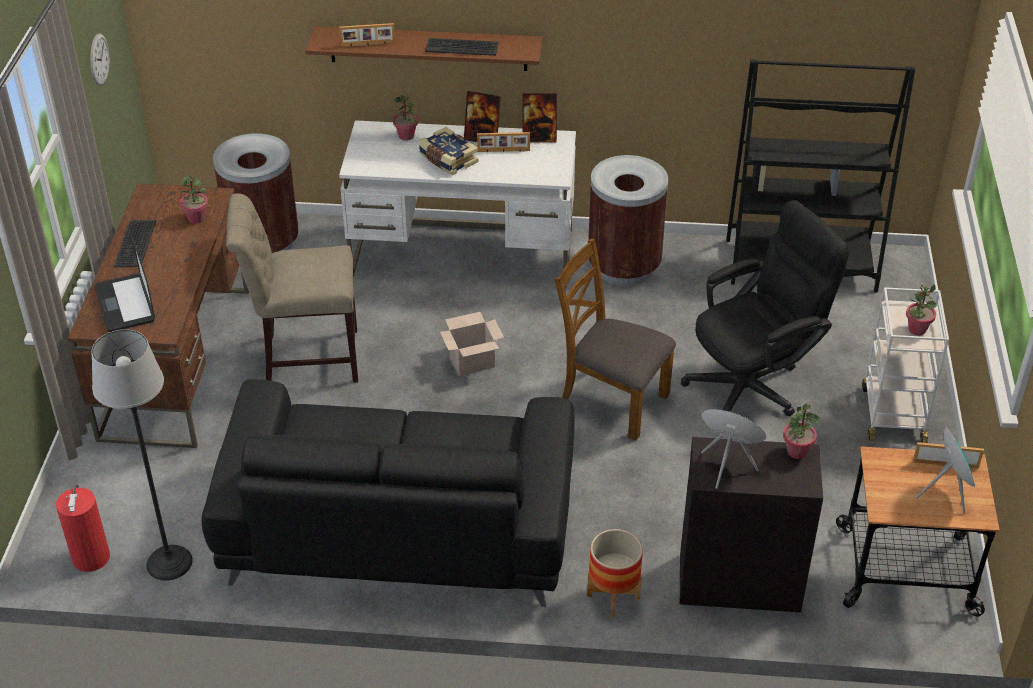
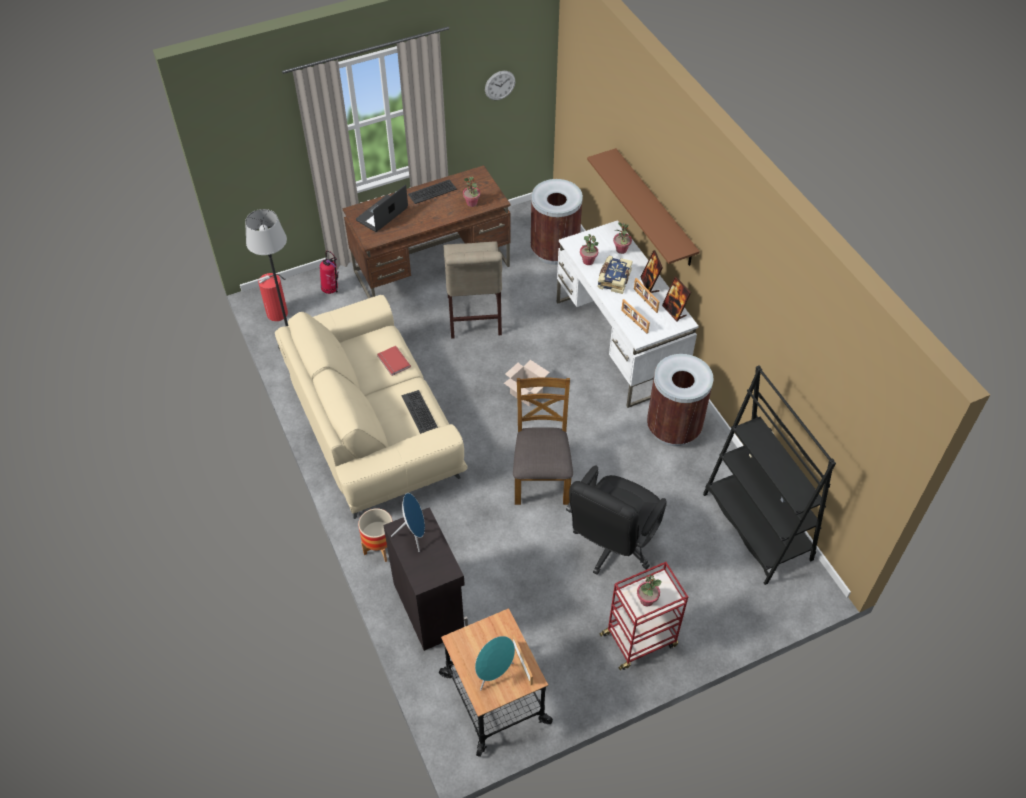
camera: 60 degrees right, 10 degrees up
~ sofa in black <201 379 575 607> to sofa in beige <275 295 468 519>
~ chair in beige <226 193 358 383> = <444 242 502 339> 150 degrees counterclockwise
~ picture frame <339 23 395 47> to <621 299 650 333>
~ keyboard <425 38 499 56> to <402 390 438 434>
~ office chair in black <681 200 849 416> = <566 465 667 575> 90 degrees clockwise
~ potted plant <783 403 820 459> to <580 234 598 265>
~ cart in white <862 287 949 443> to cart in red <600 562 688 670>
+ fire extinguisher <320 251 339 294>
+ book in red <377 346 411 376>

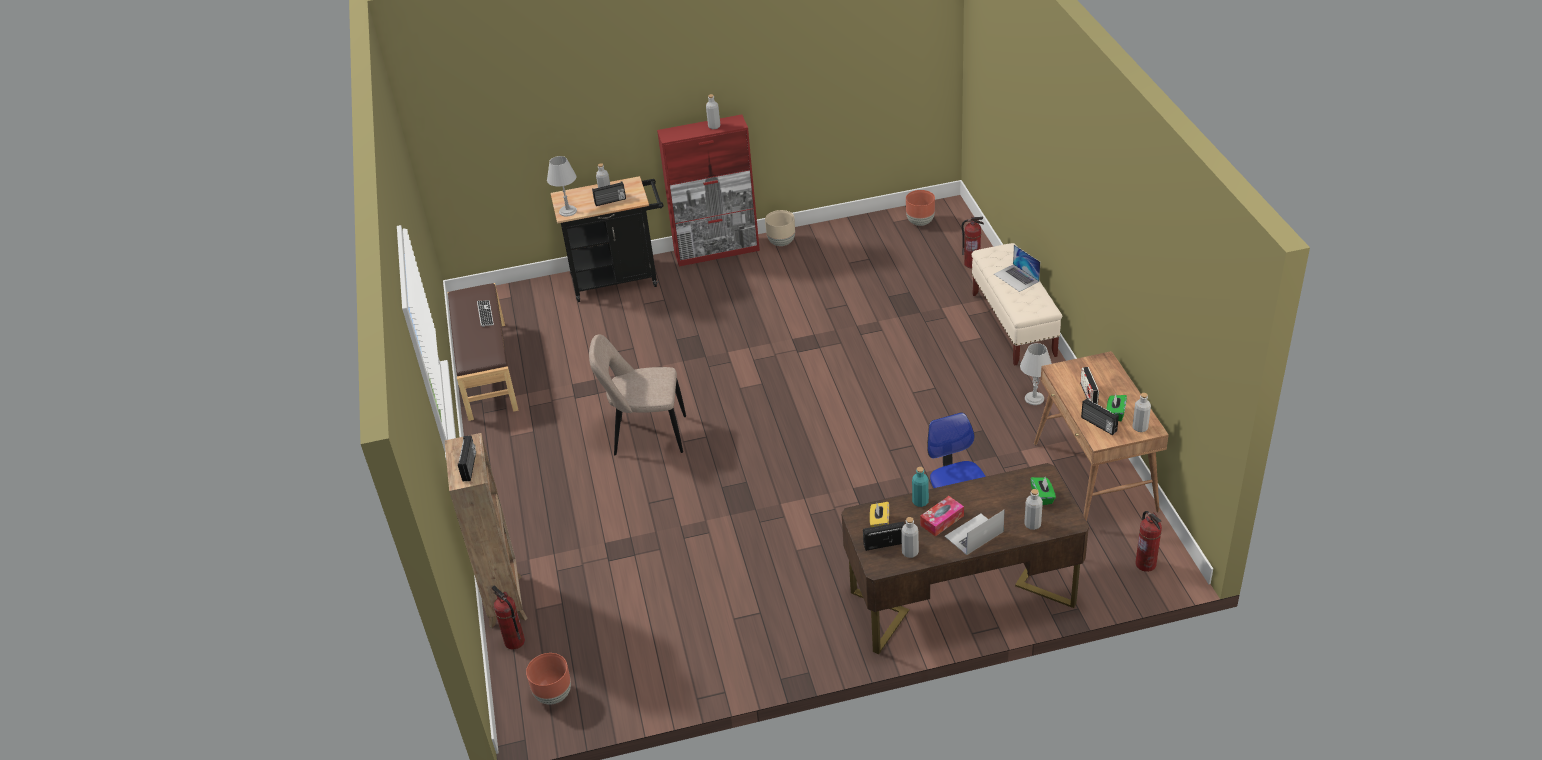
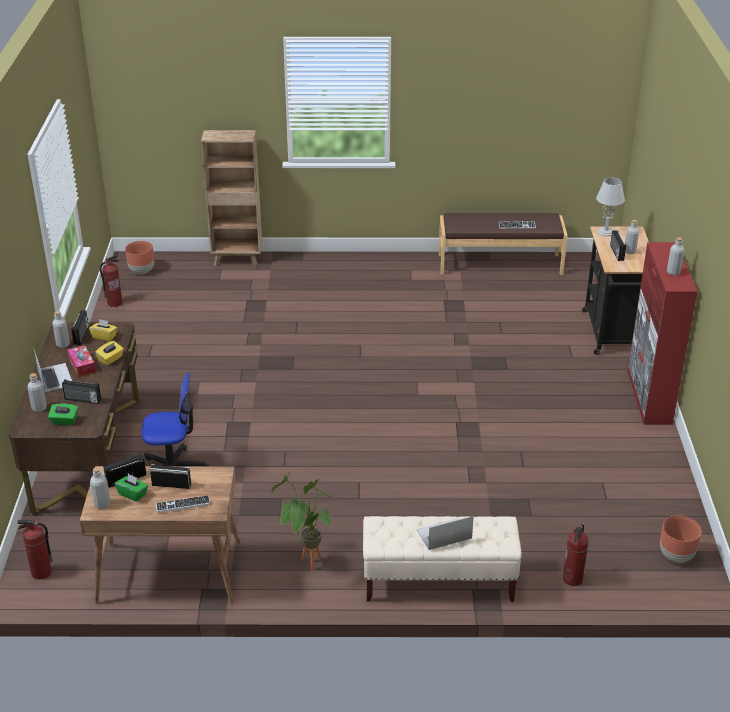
camera: 100 degrees right, 5 degrees down
~ radio <458 435 476 481> to <62 379 101 404>
~ fire extinguisher <492 586 525 649> to <100 255 122 307>
- chair in beige <589 334 686 455>
- planter in beige <765 210 795 246>
~ bottle in turquoise <912 467 929 507> to tissue box in yellow <95 341 124 365>
~ table lamp in grey <1020 343 1052 405> to potted plant <271 472 332 571>
+ keyboard <156 495 211 513>

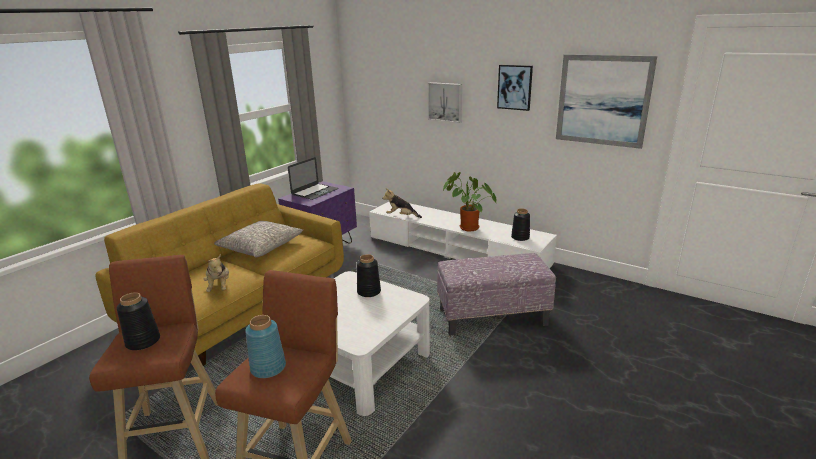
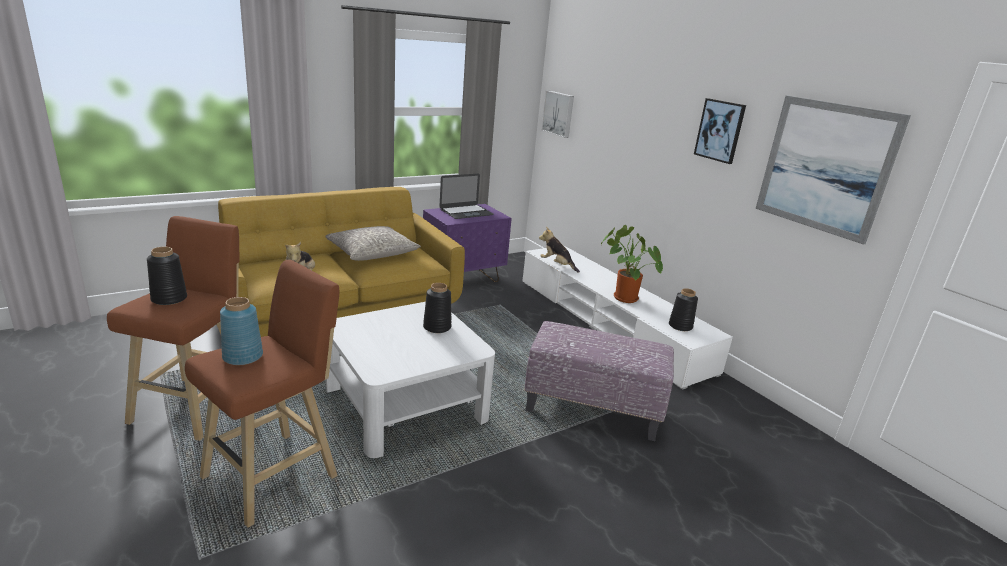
camera: 20 degrees right, 0 degrees up
~ picture <428 82 462 123> to <541 90 574 138>

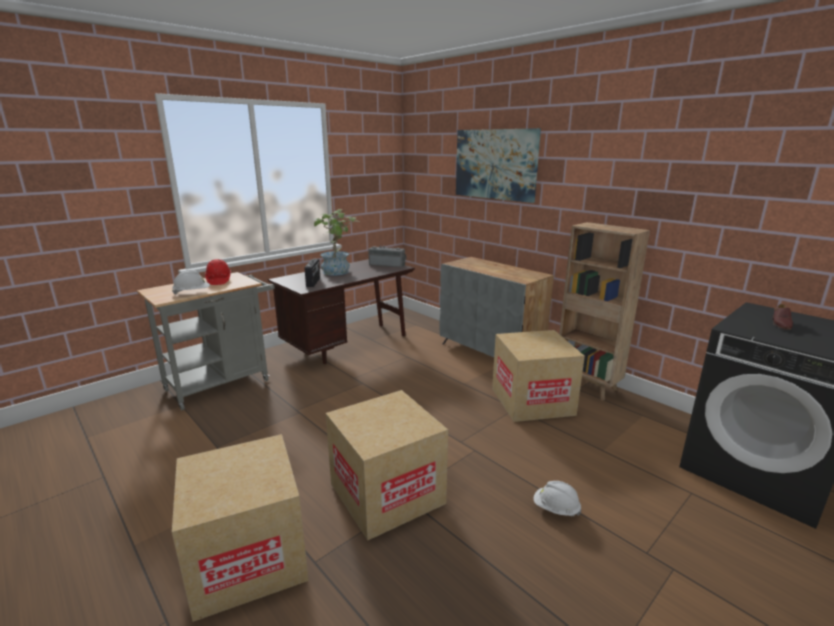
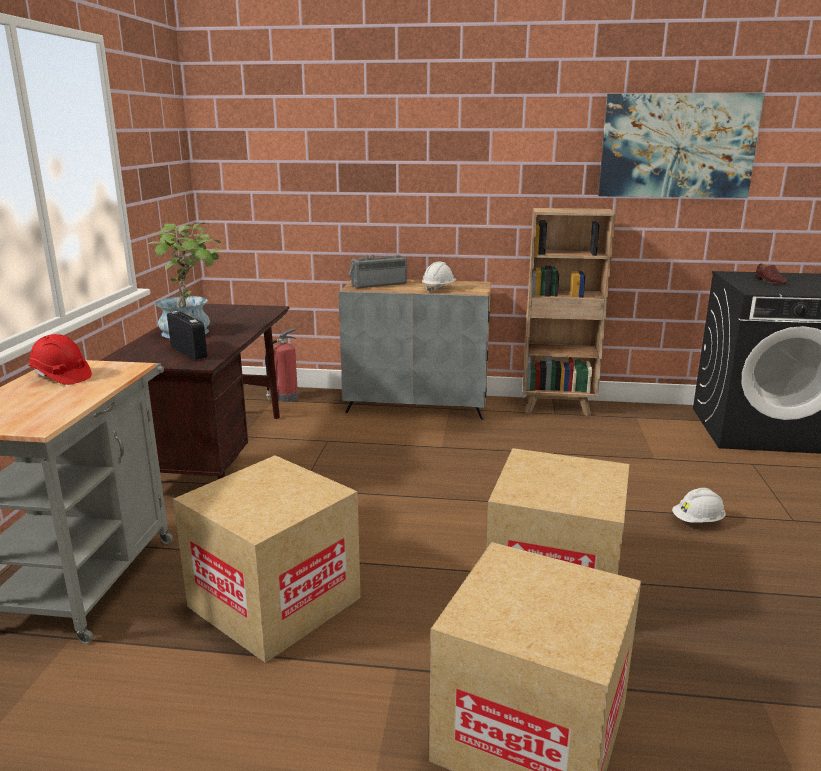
camera: 40 degrees left, 0 degrees up
~ hard hat in white <172 270 210 295> to <422 262 457 292>
~ radio <368 246 407 268> to <349 255 407 289>
~ picture <456 128 541 203> to <598 93 765 198>
~ cardboard box <492 330 585 422> to <173 455 361 663>
+ fire extinguisher <265 328 298 402>

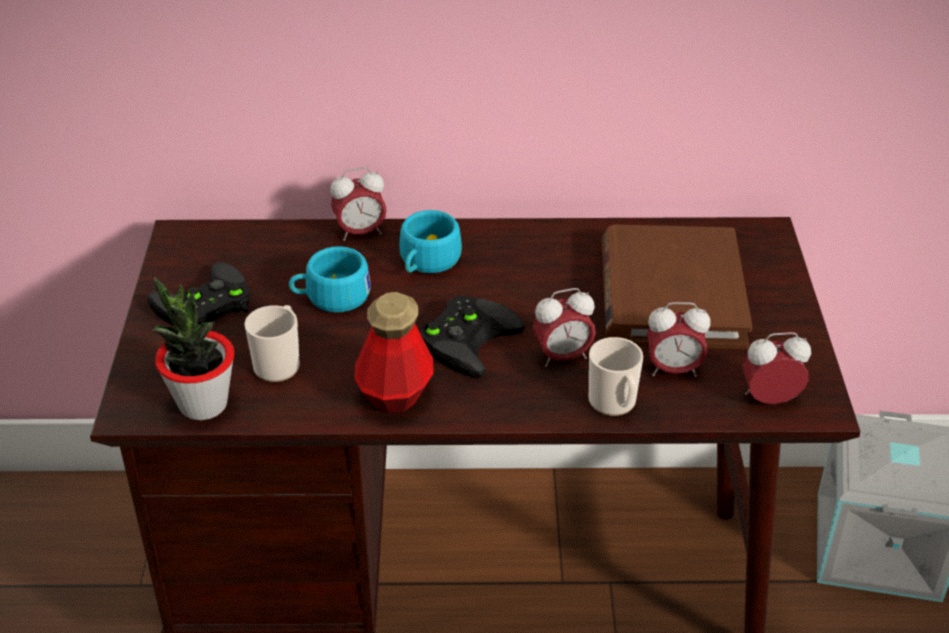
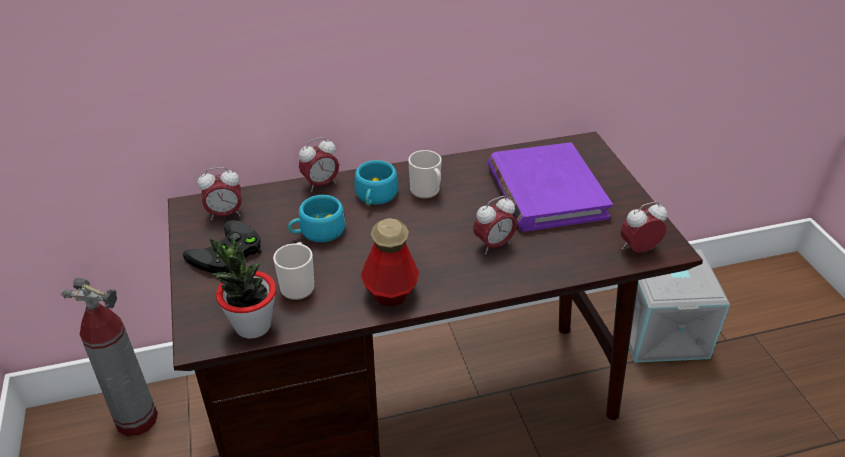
camera: 15 degrees left, 0 degrees up
- game controller in black <420 296 525 378>
~ mug <589 337 643 416> to <408 150 442 199>
~ book in brown <601 224 752 349> to book in purple <488 142 613 232>
~ alarm clock <647 302 711 377> to <198 167 242 220>
+ fire extinguisher <61 278 158 436>

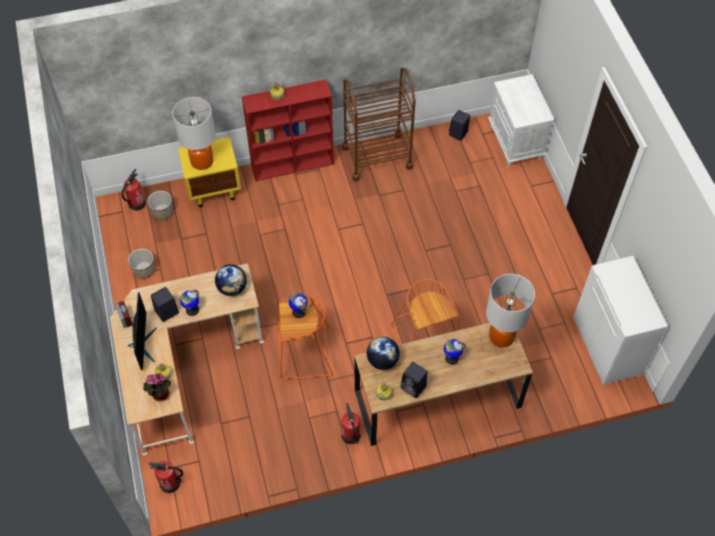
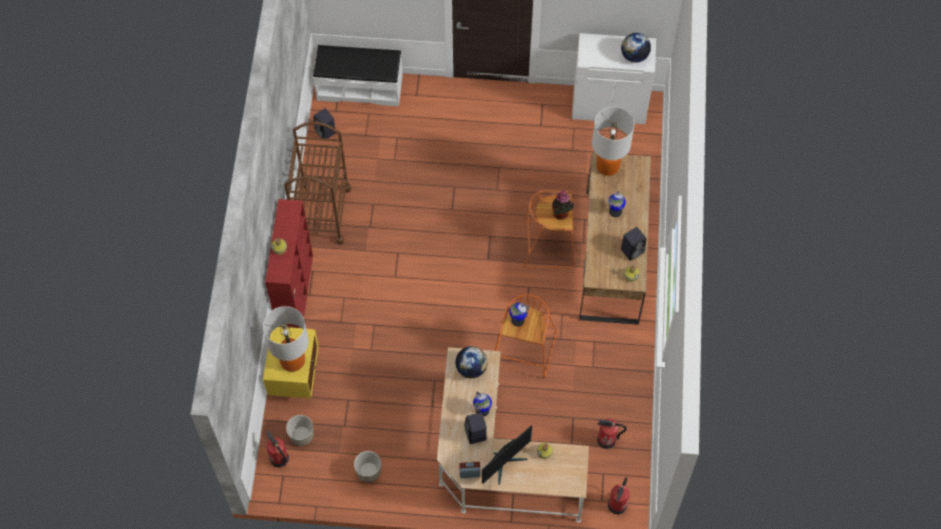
camera: 70 degrees left, 5 degrees up
~ monitor <128 292 157 370> = <482 425 532 485> 120 degrees clockwise
~ potted plant <143 373 171 402> to <552 191 574 220>
~ fire extinguisher <341 403 360 444> to <597 418 627 449>
~ globe <367 337 400 370> to <621 33 651 63>
~ nightstand in white <488 74 554 167> to bench in white <313 45 403 107>

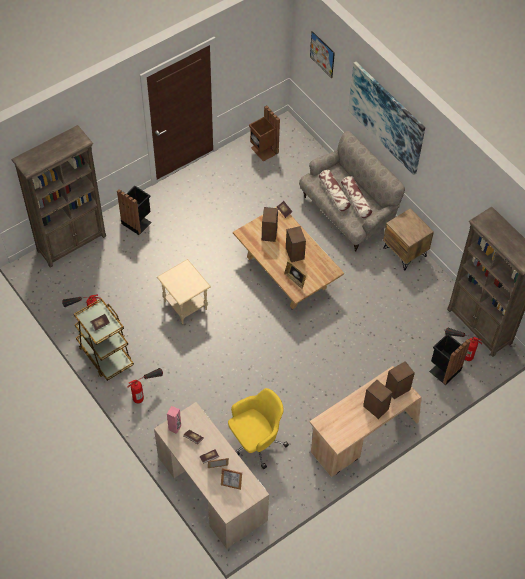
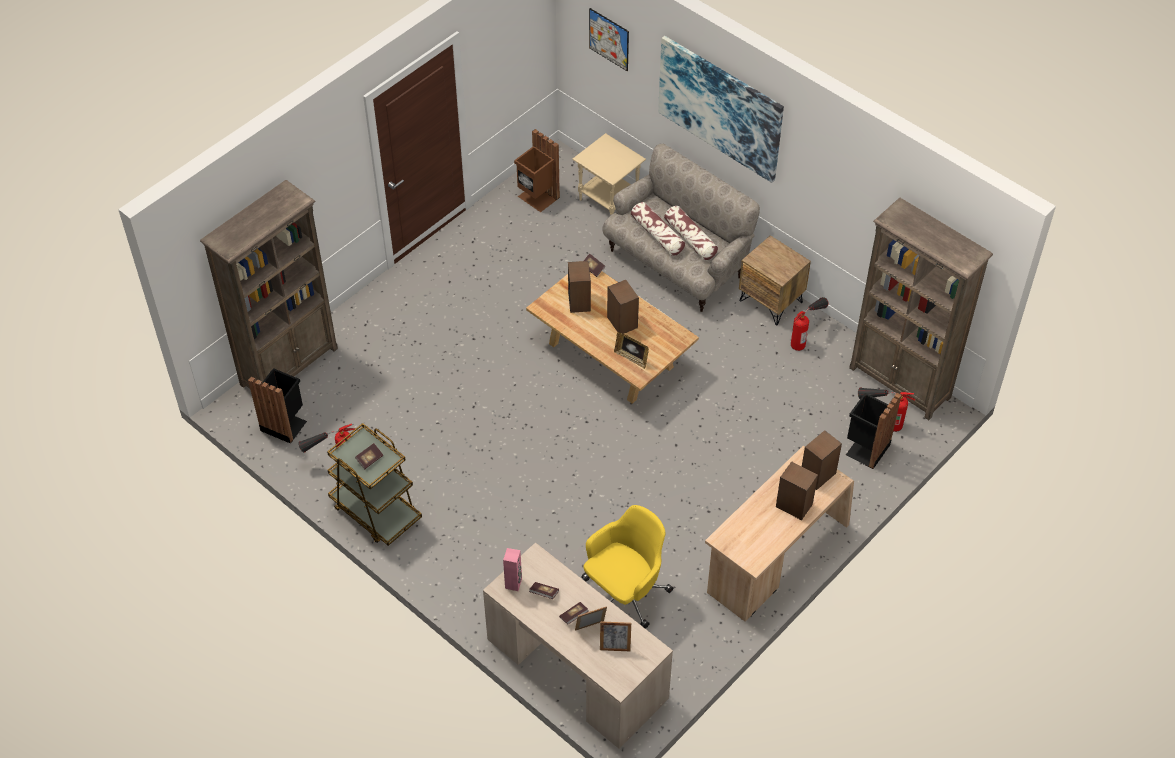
camera: 10 degrees left, 5 degrees down
~ trash can in black <117 186 152 235> to <248 368 307 444>
~ fire extinguisher <127 368 163 403> to <791 297 829 351>
~ side table in beige <157 259 211 324> to <572 133 646 216>

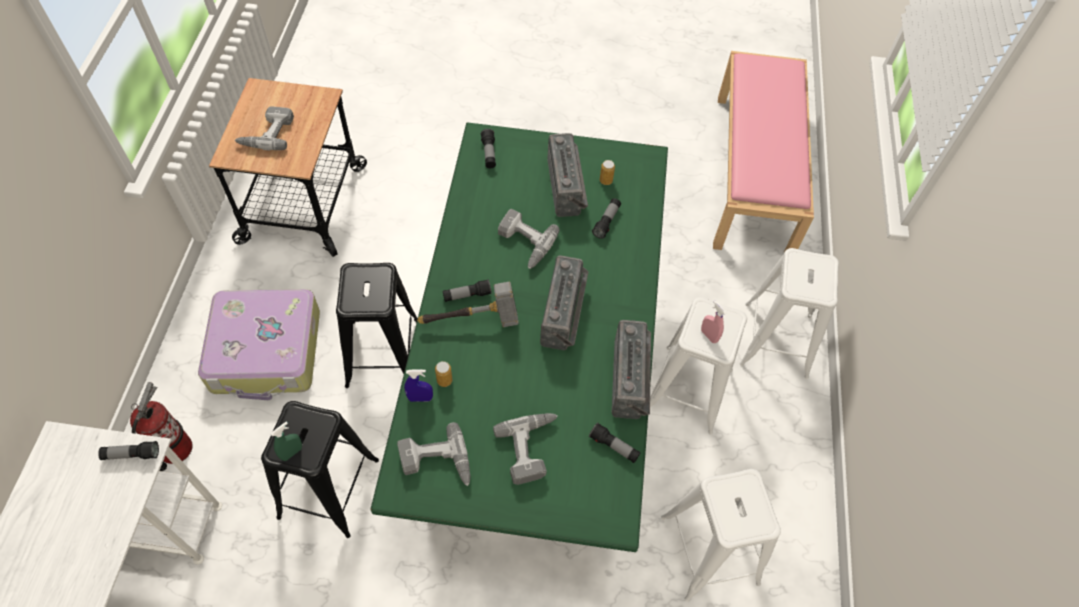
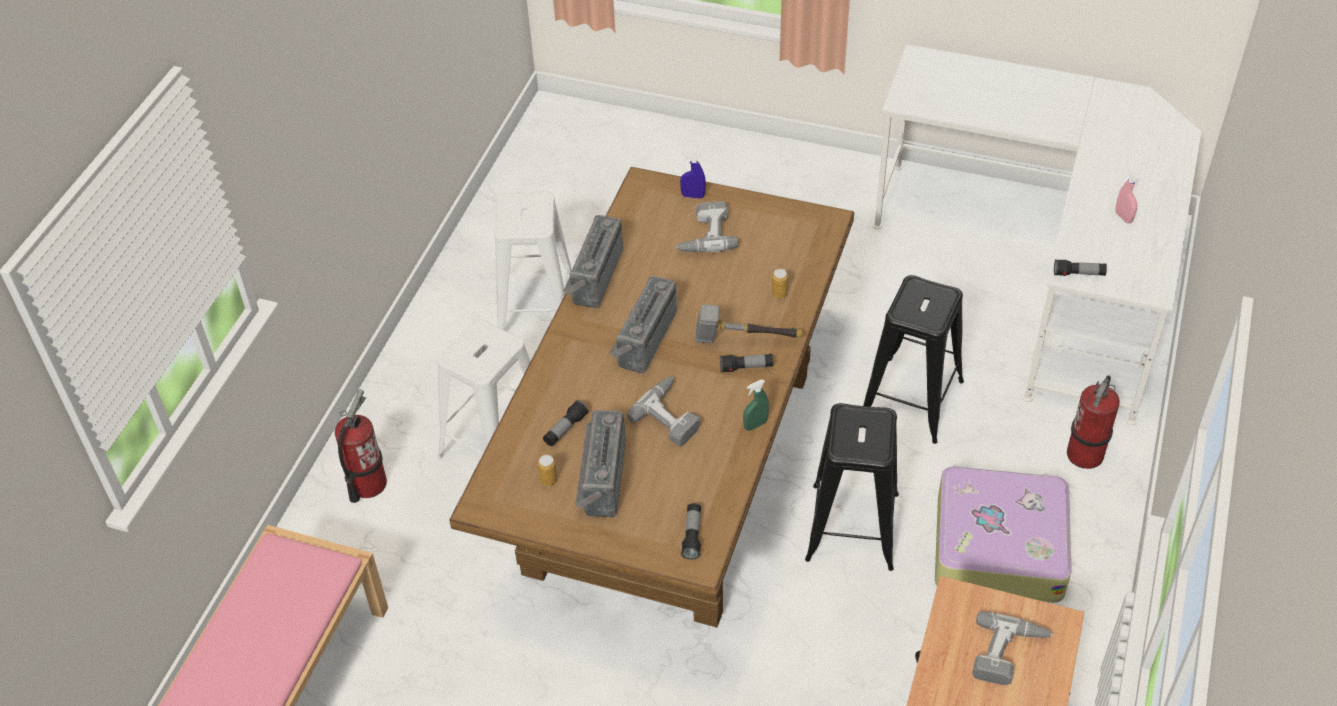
camera: 165 degrees left, 10 degrees down
~ spray bottle in green <271 421 302 461> to <743 379 769 431>
~ dining table in green <371 122 668 552> to dining table in brown <449 167 854 627>
- power drill <397 422 470 486>
~ spray bottle in blue <404 369 433 402> to <680 151 706 199>
- flashlight <589 422 641 463>
~ spray bottle in pink <701 300 727 343> to <1115 171 1142 223>
~ stool in white <739 248 839 379> to fire extinguisher <335 389 387 503>

